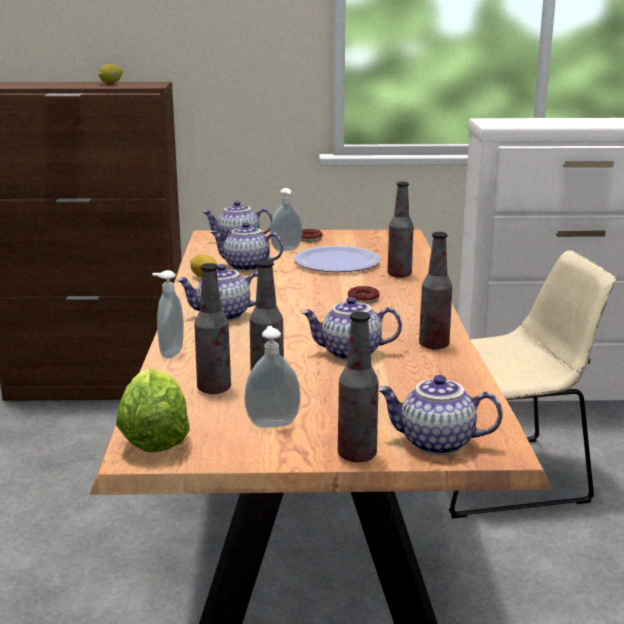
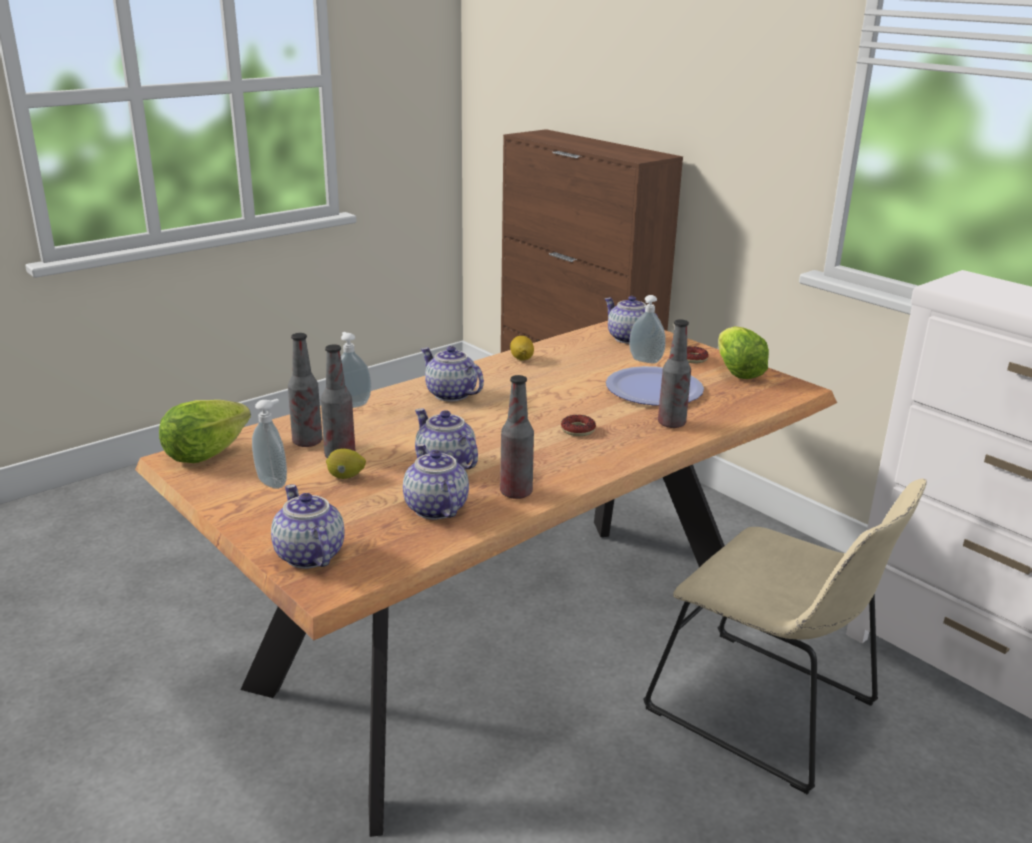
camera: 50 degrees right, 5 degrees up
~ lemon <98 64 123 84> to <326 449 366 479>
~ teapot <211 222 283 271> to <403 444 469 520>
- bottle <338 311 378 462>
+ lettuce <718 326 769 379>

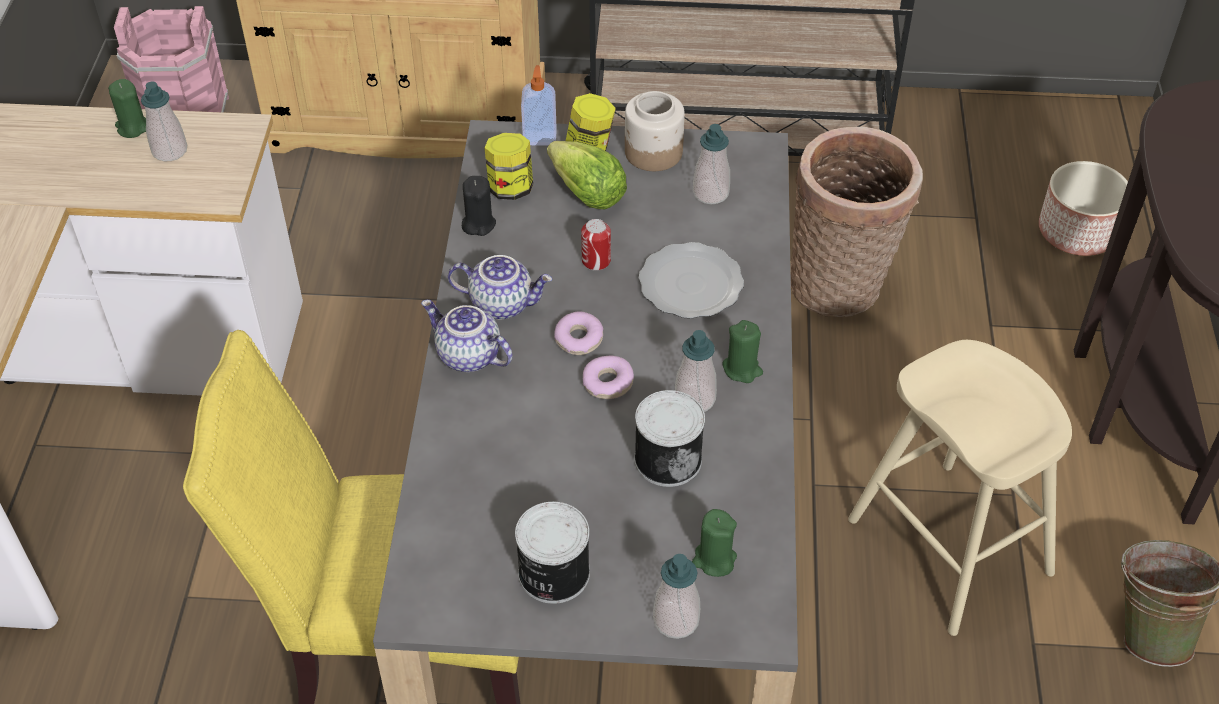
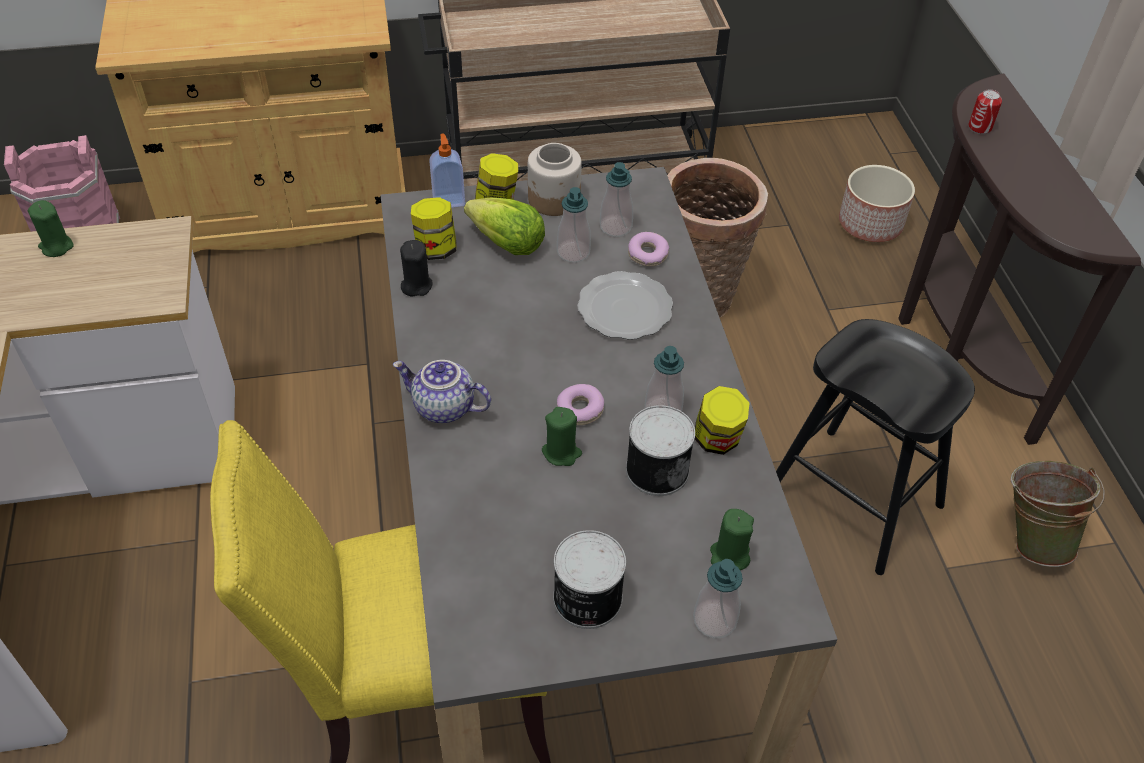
camera: 15 degrees left, 0 degrees up
~ soap dispenser <141 82 187 161> to <557 187 591 263>
- teapot <448 255 553 319>
~ donut <554 312 603 355> to <628 232 669 267>
~ can <581 219 611 271> to <968 89 1002 134>
~ candle in green <723 320 763 383> to <542 407 582 466>
~ stool in beige <848 340 1072 636> to stool in black <776 319 975 575>
+ jar <695 386 749 455>

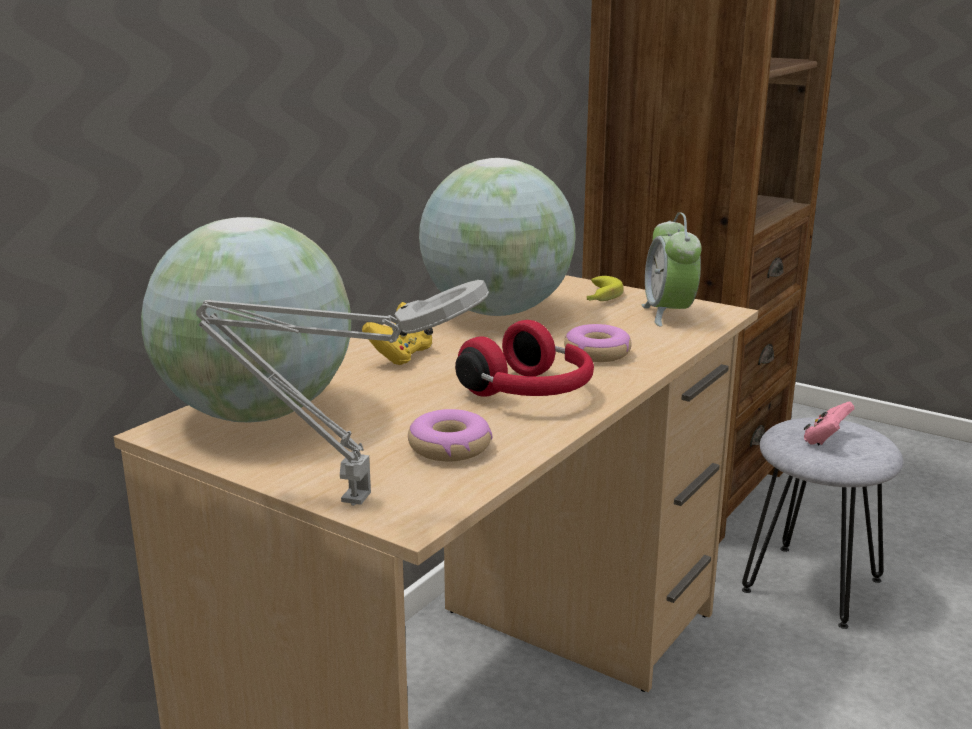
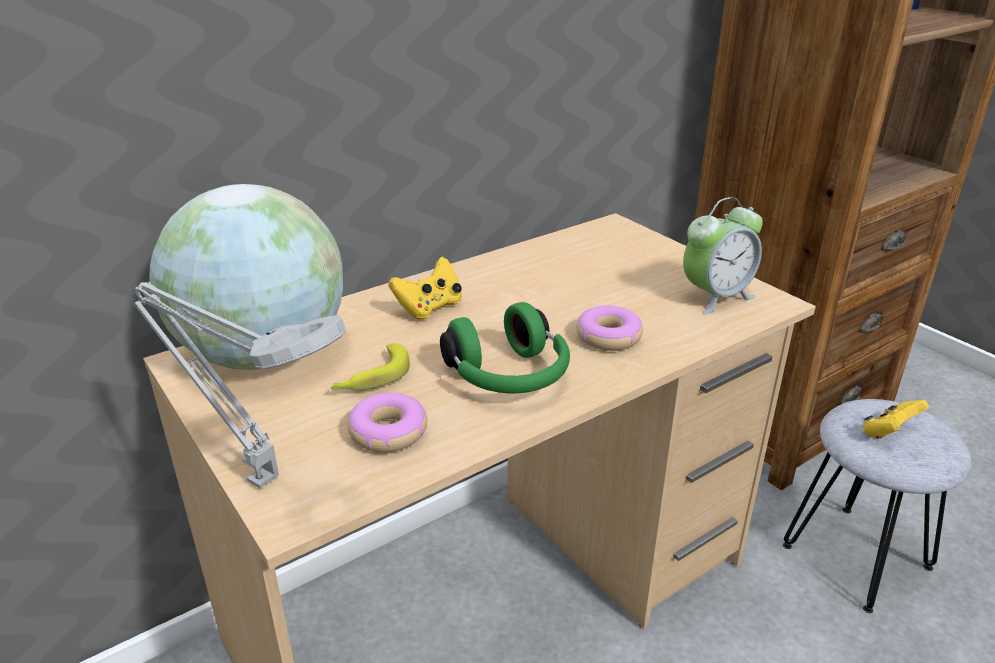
camera: 20 degrees right, 10 degrees up
- globe <419 158 576 316>
~ headphones in red <455 320 594 397> to headphones in green <440 302 570 394>
~ banana <587 276 624 301> to <331 343 410 390>
~ alarm clock <642 212 701 326> = <683 197 763 314> 135 degrees counterclockwise
~ game controller in pink <804 402 854 445> to game controller in yellow <863 400 929 439>

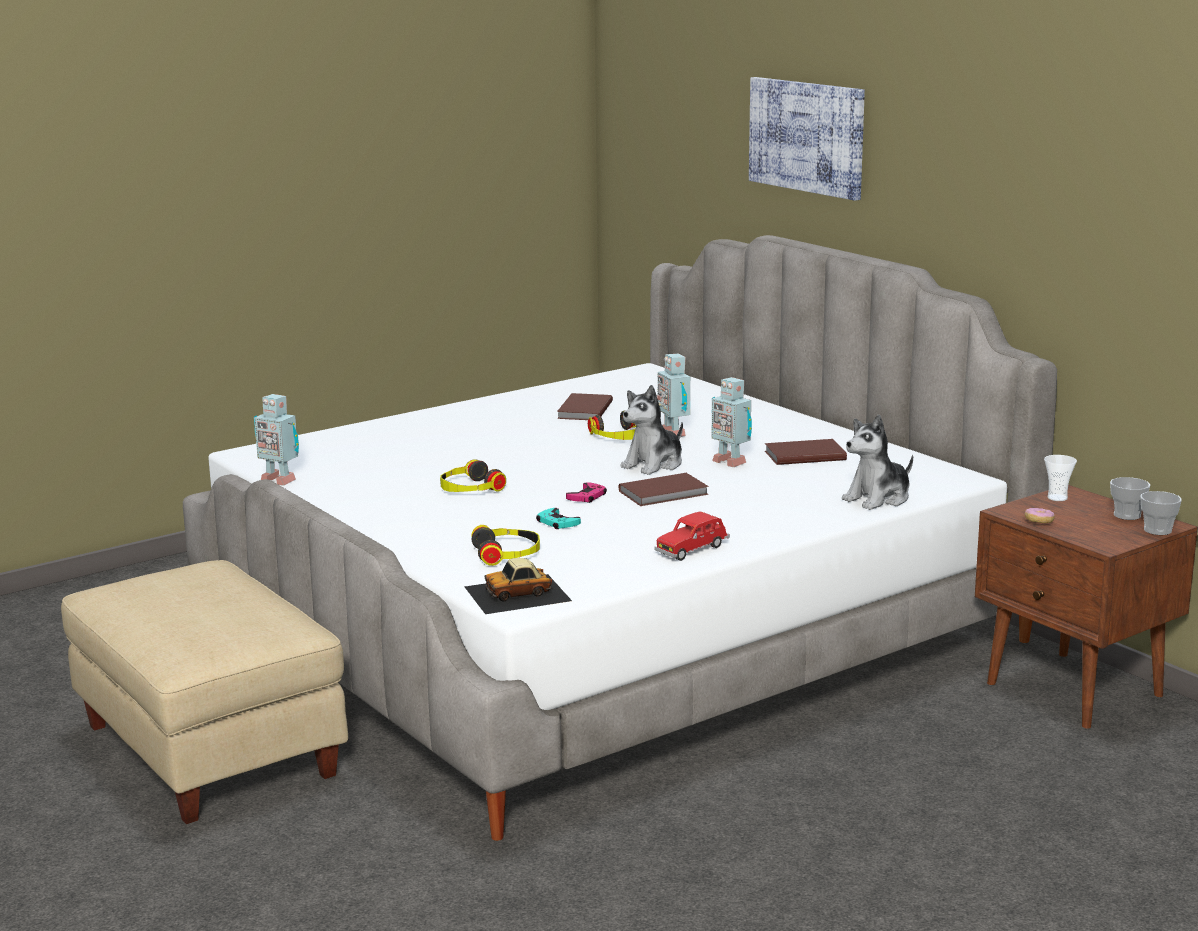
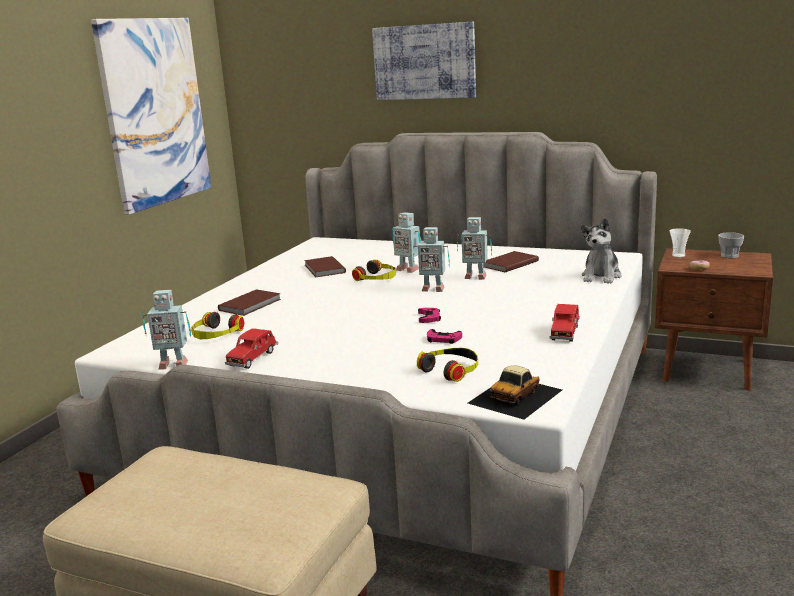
camera: 30 degrees left, 0 degrees up
~ headphones <440 459 506 492> to <191 312 244 339>
~ game controller in turquoise <536 508 581 529> to game controller in pink <427 329 462 344>
~ book in brown <619 473 709 506> to <218 289 281 316>
~ plush toy <620 385 683 475> to toy robot <413 227 450 292>
- cup <1140 491 1182 535>
+ picture <91 18 211 215>
+ toy car in red <225 328 278 369>

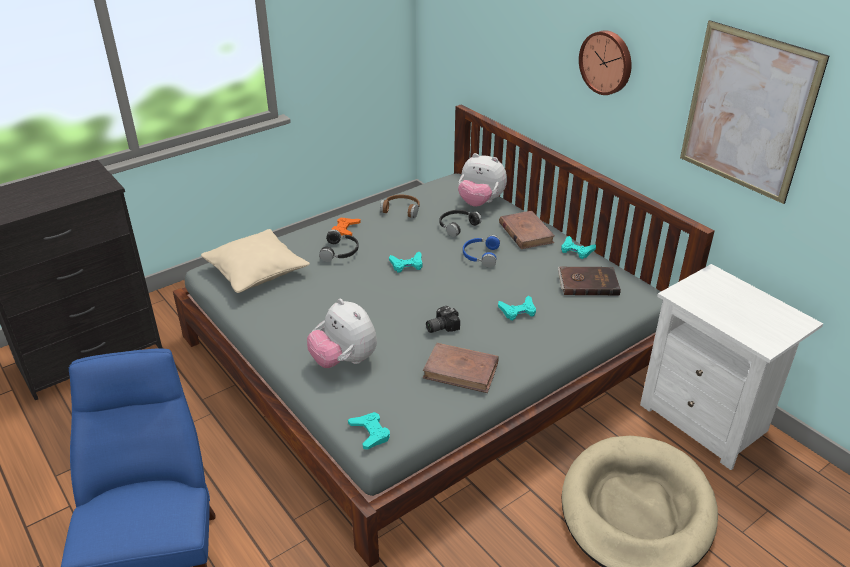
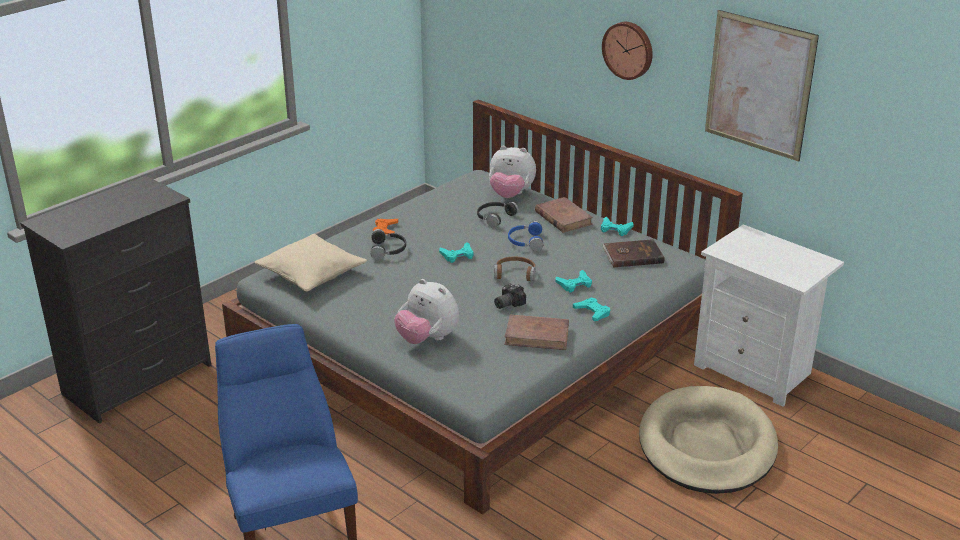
camera: 10 degrees left, 5 degrees down
~ game controller in turquoise <348 412 390 449> to <573 297 610 321>
~ headphones in brown <380 195 420 218> to <494 256 536 281>

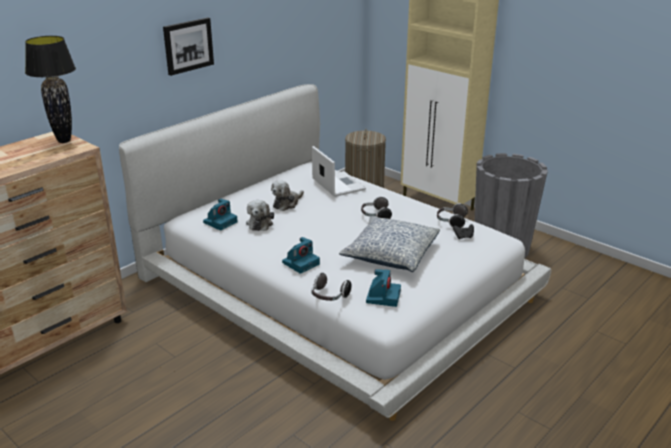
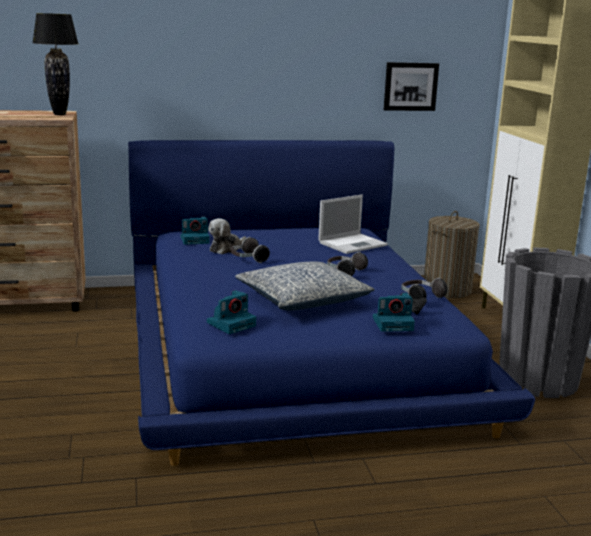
camera: 35 degrees right, 10 degrees down
~ bed in white <119 84 552 421> to bed in blue <128 140 535 466>
~ picture <163 18 214 76> to <384 62 439 111>
- plush toy <271 180 304 211>
~ photo camera <282 237 320 274> to <373 292 415 332>
~ laptop <312 146 366 197> = <318 194 388 254> 45 degrees clockwise
~ headphones <312 273 352 301> to <231 237 270 263>

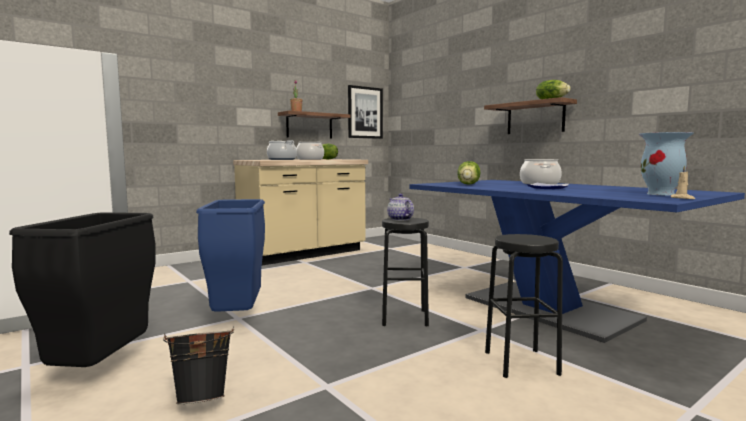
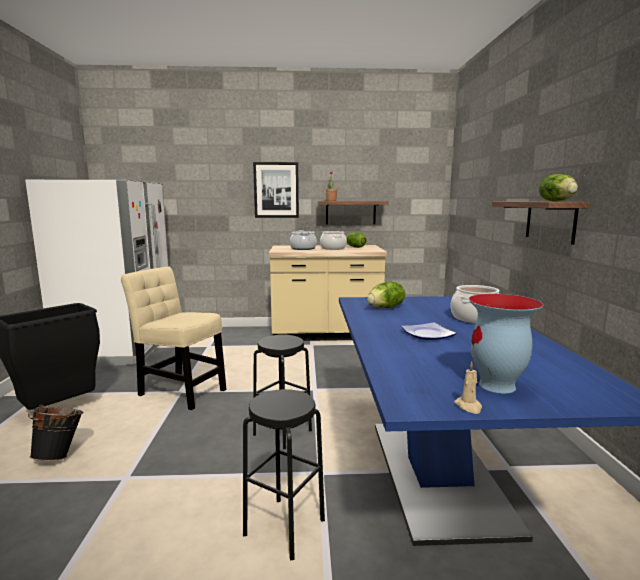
camera: 35 degrees right, 5 degrees up
~ trash can in blue <196 199 265 312> to chair in beige <121 266 226 410>
~ picture <348 85 383 139> to <253 162 299 218>
- teapot <387 194 414 221>

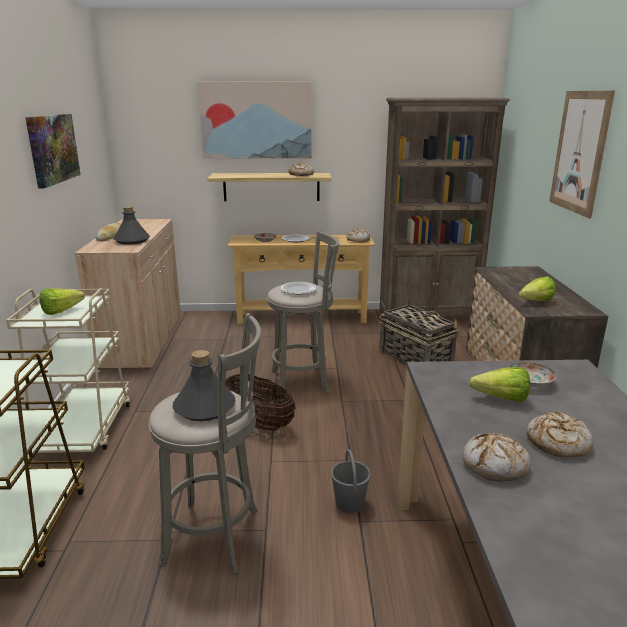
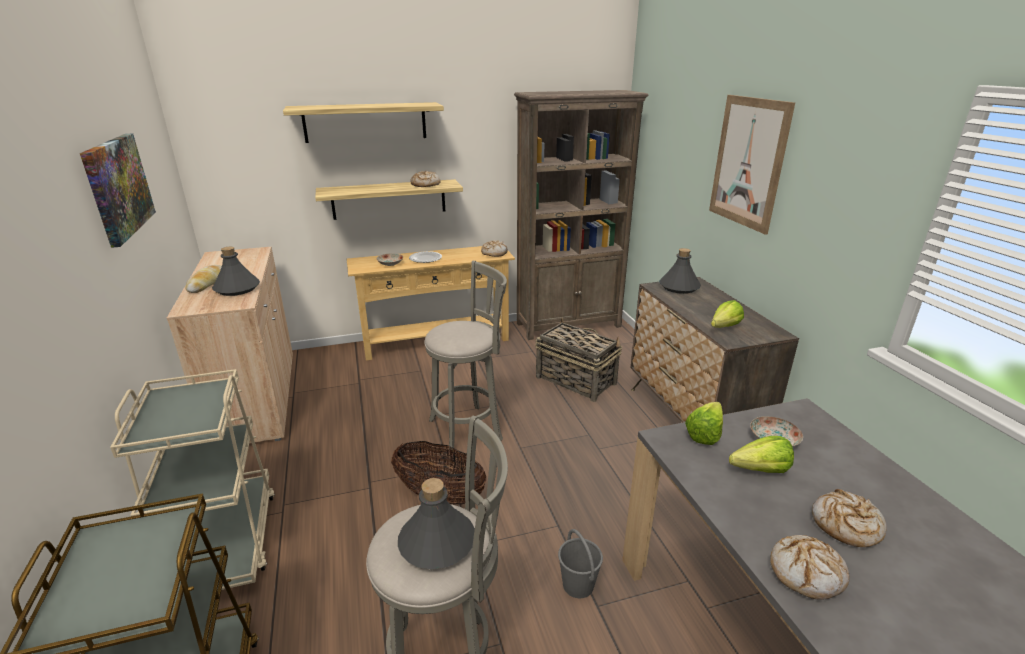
camera: 15 degrees left, 5 degrees up
~ lettuce <39 288 84 315> to <685 402 723 445>
~ picture <198 81 312 159> to shelf <283 102 444 143>
- plate <281 282 318 295>
+ bottle in grey <659 248 701 294>

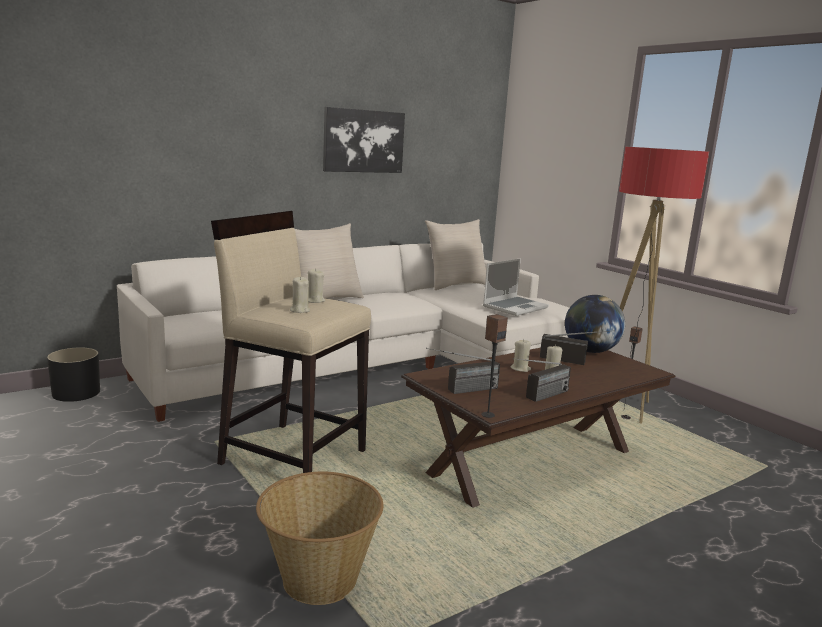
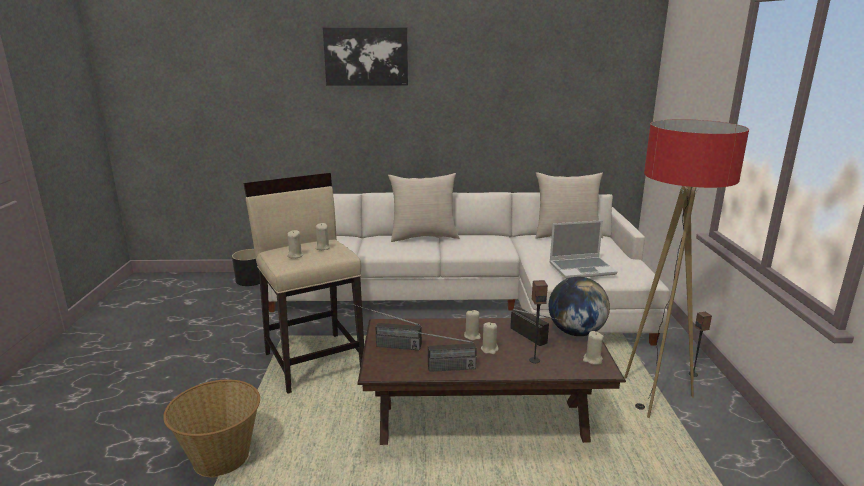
camera: 35 degrees right, 5 degrees up
~ picture <323 107 405 173> to <323 27 408 86>
~ speaker <481 314 508 418> to <529 280 548 363>
+ candle in beige <583 331 604 365>

